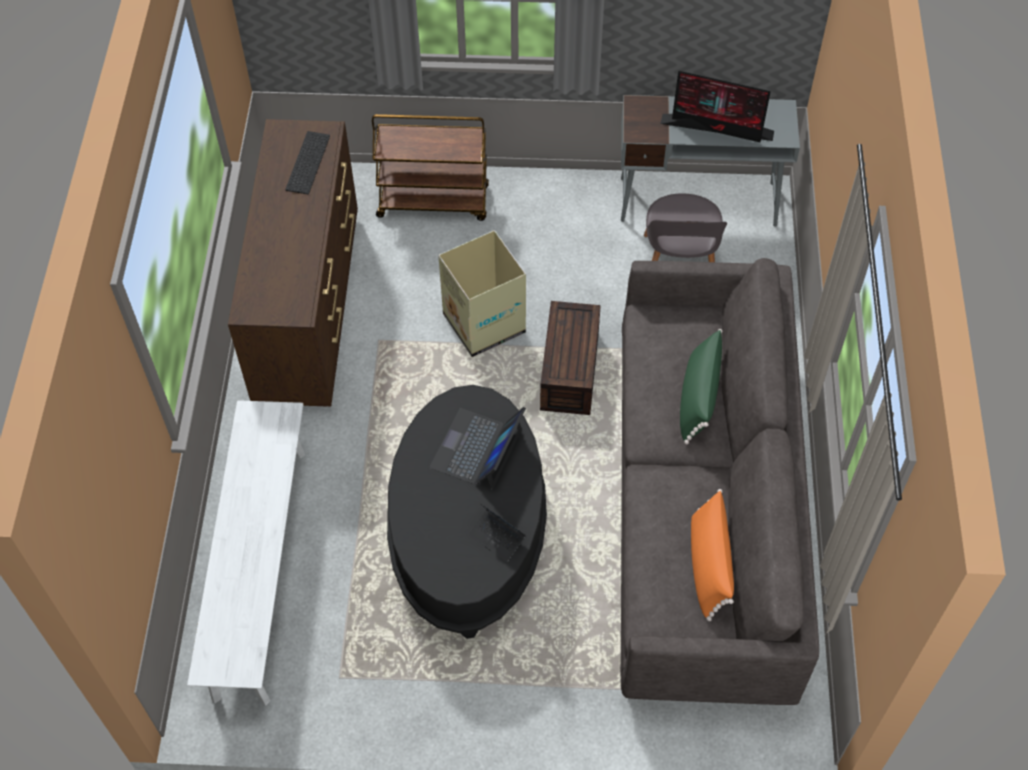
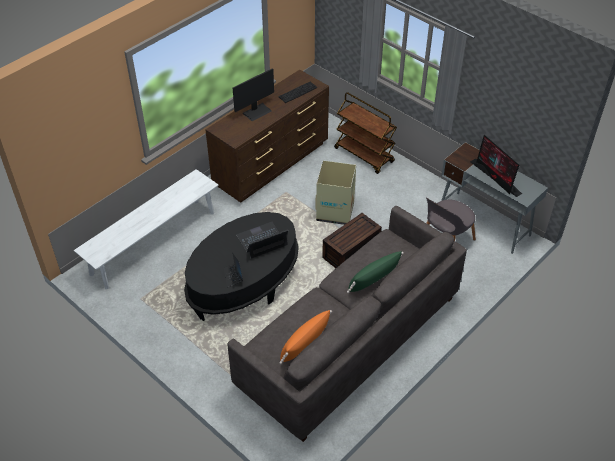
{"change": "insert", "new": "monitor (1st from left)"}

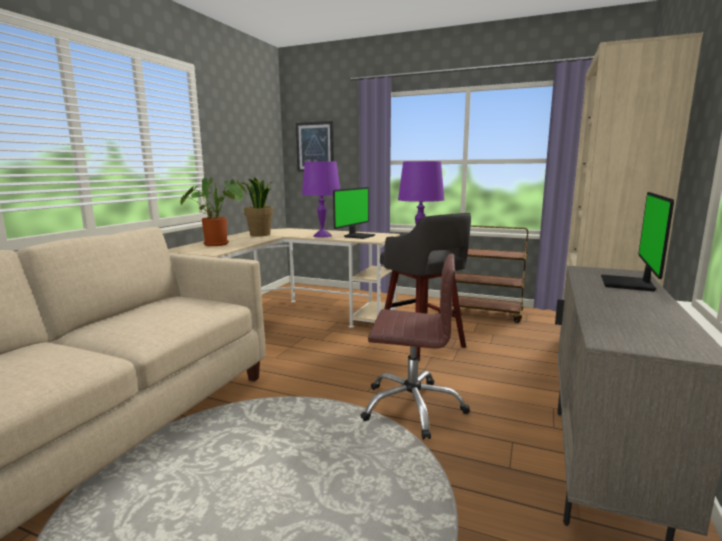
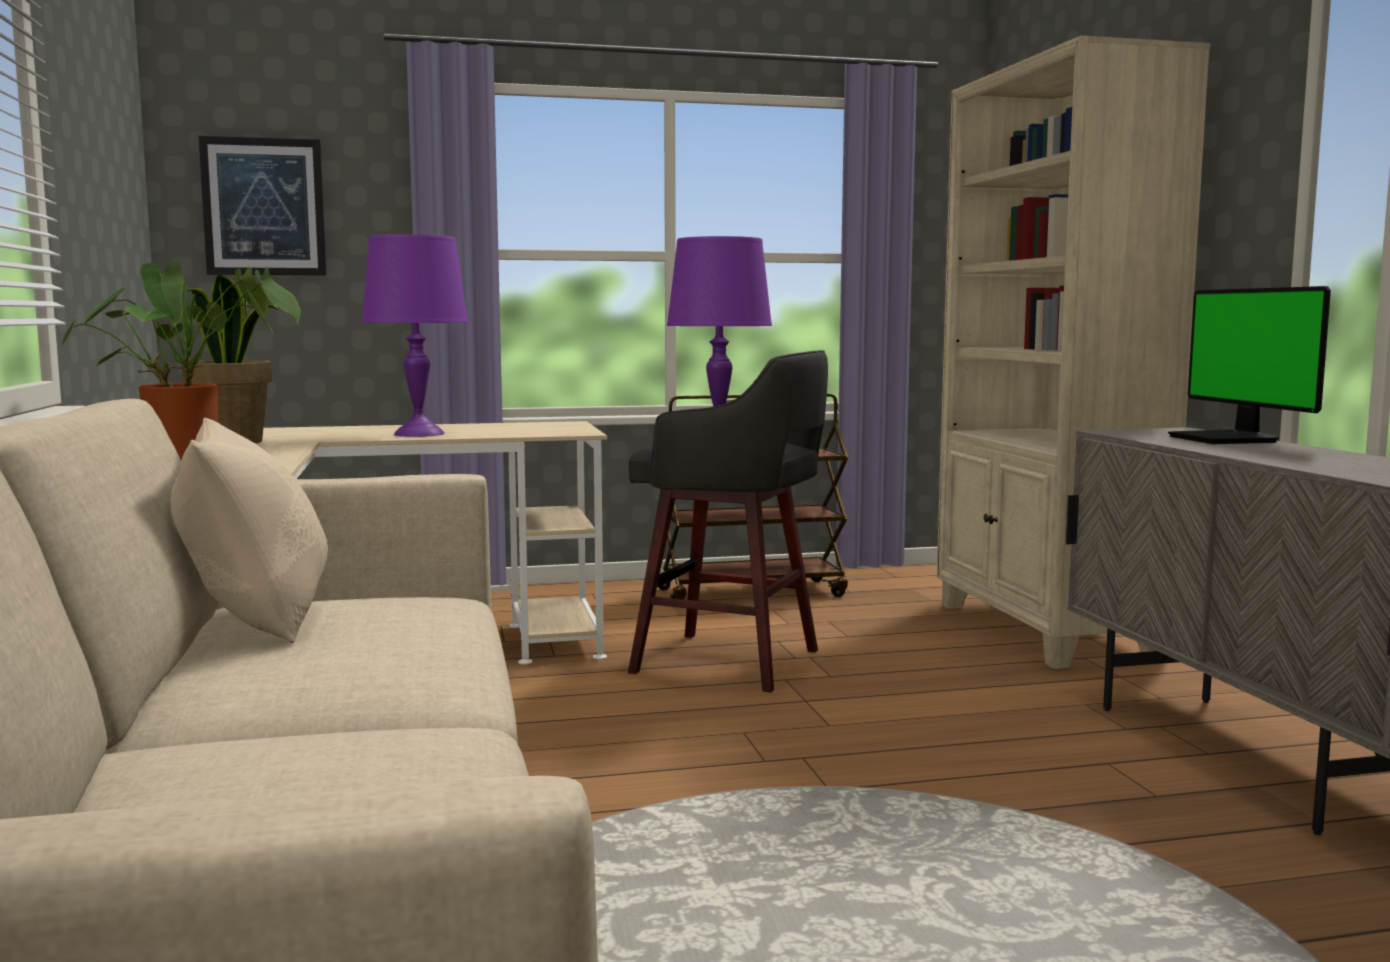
{"change": "delete", "old": "monitor (1st from left)"}
{"change": "delete", "old": "silla de oficina [marrón]"}
{"change": "insert", "new": "cojín [beis]"}

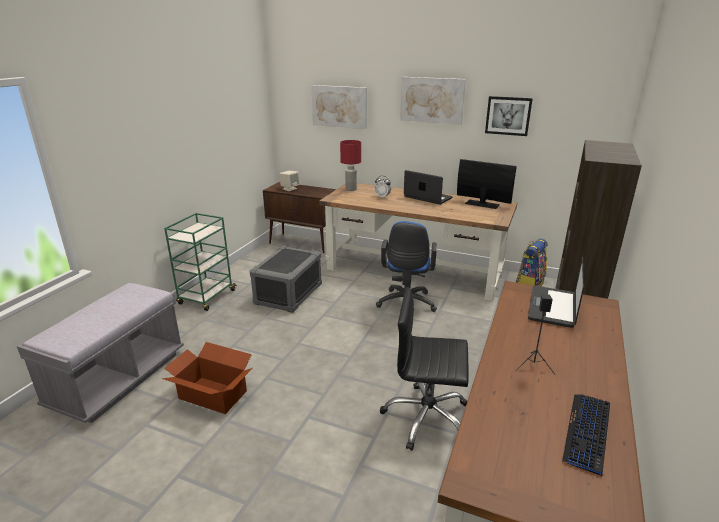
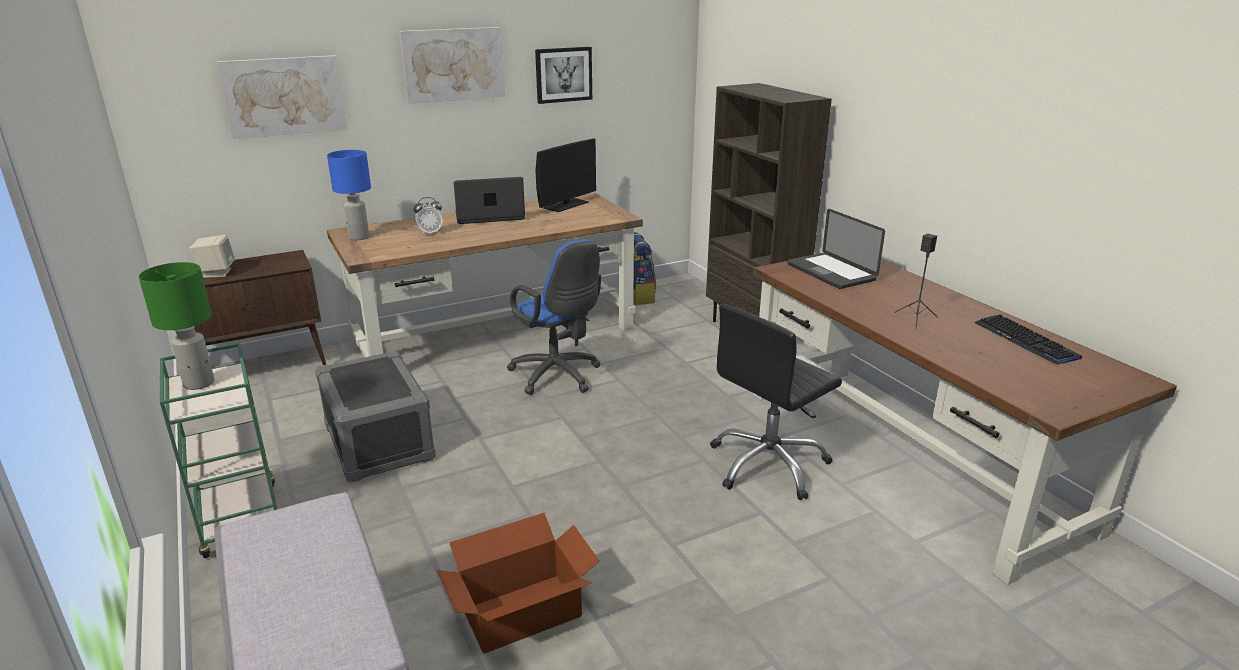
{"change": "recolor", "old": "lámpara de mesa [rojo]", "new": "lámpara de mesa [azul]"}
{"change": "rotate", "old": "monitor", "degrees": 150}
{"change": "insert", "new": "lámpara de mesa [verde]"}

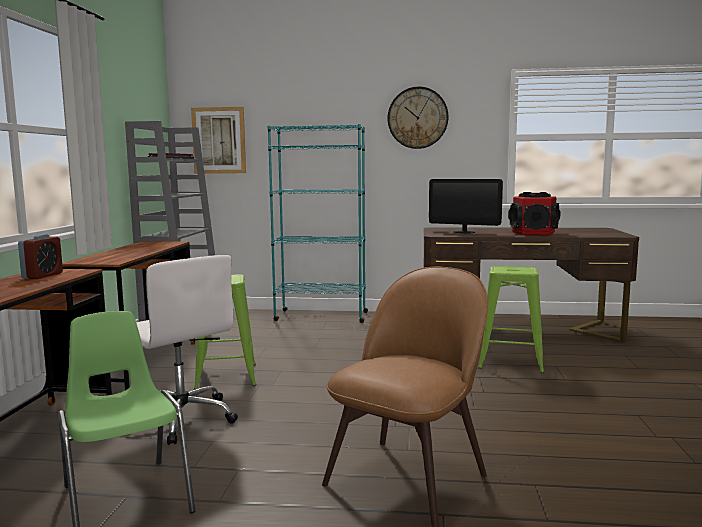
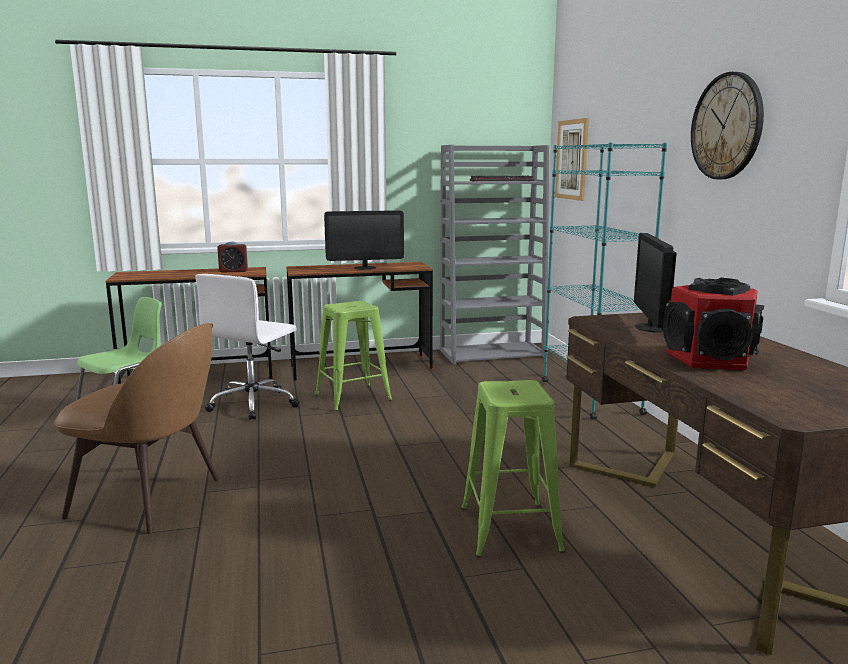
{"change": "insert", "new": "monitor (1st from left)"}

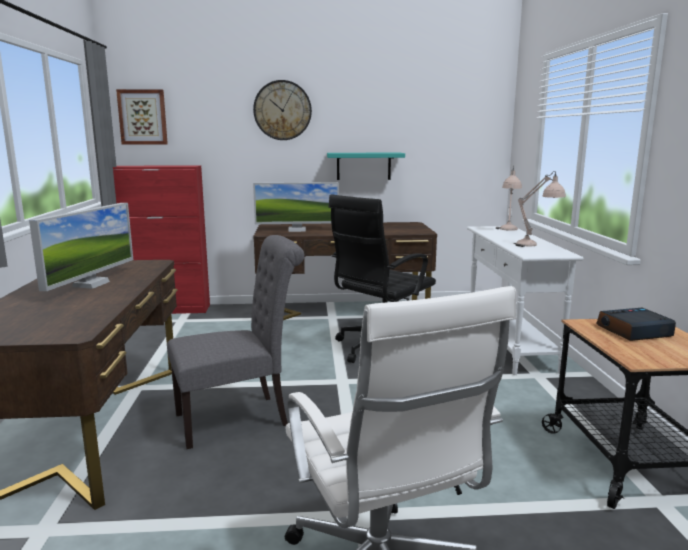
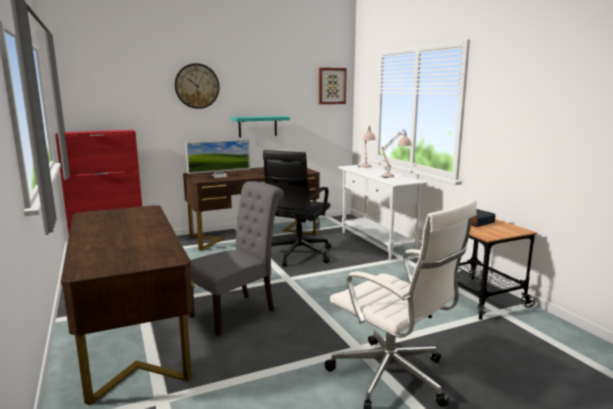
{"change": "delete", "old": "monitor (1st from left)"}
{"change": "move", "old": "cuadro"}

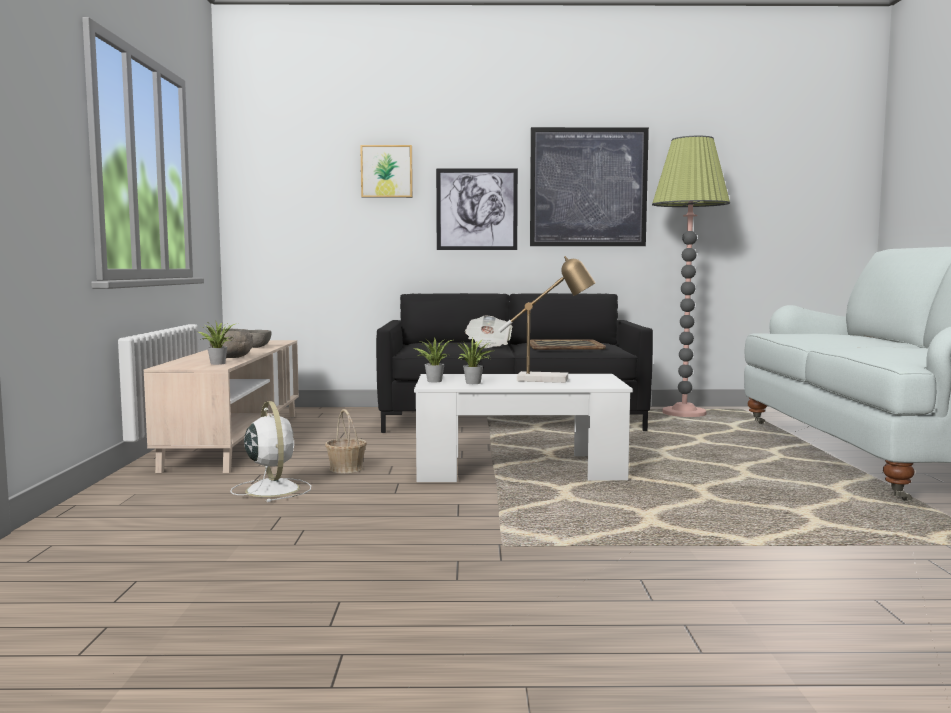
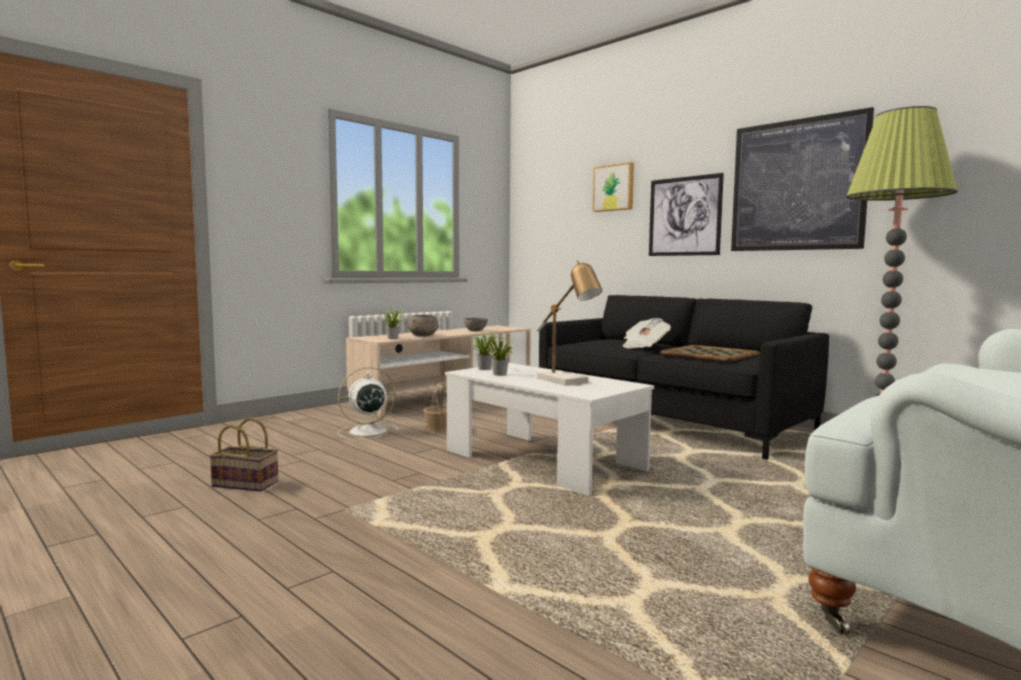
{"change": "rotate", "old": "ventilador [blanco]", "degrees": -135}
{"change": "insert", "new": "cesta (1st from left)"}

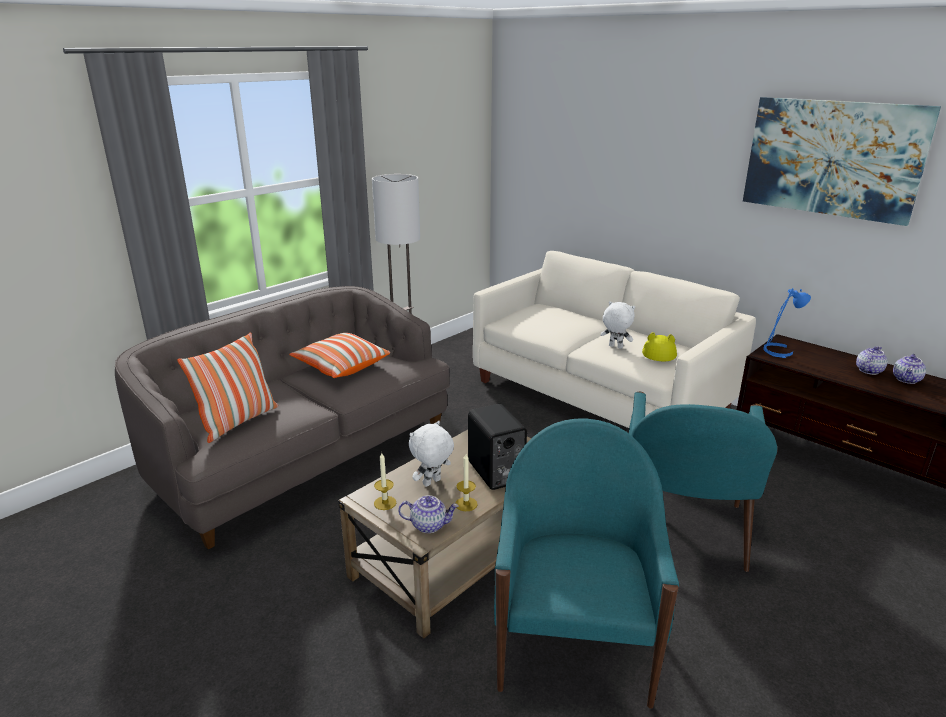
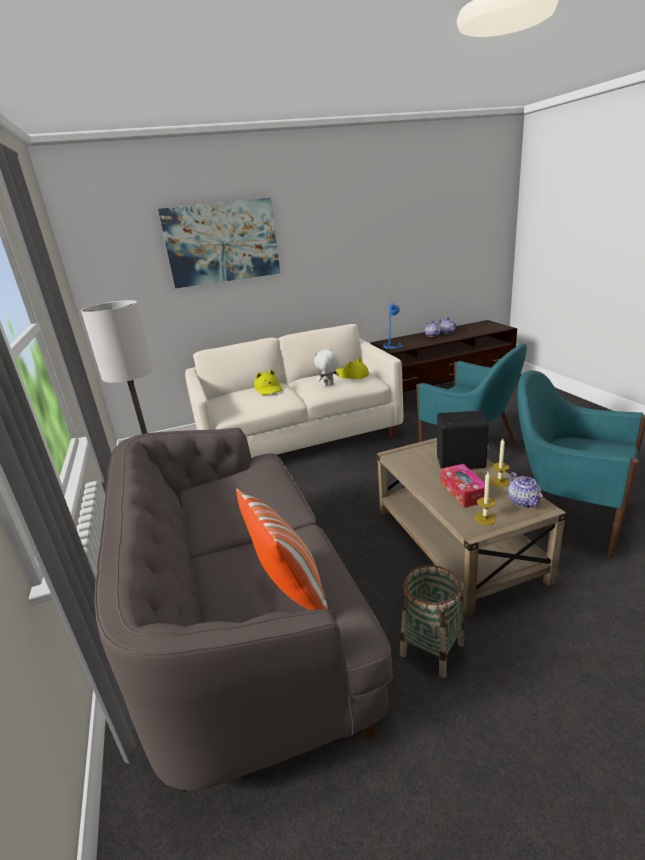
{"change": "delete", "old": "cojín (2nd from left)"}
{"change": "rotate", "old": "tetera (1st from left in the first image)", "degrees": 135}
{"change": "replace", "old": "peluche [blanco] (1st from left)", "new": "caja de pañuelos"}
{"change": "move", "old": "cuadro"}
{"change": "insert", "new": "sombrero [amarillo] (1st from left)"}
{"change": "insert", "new": "cesta"}

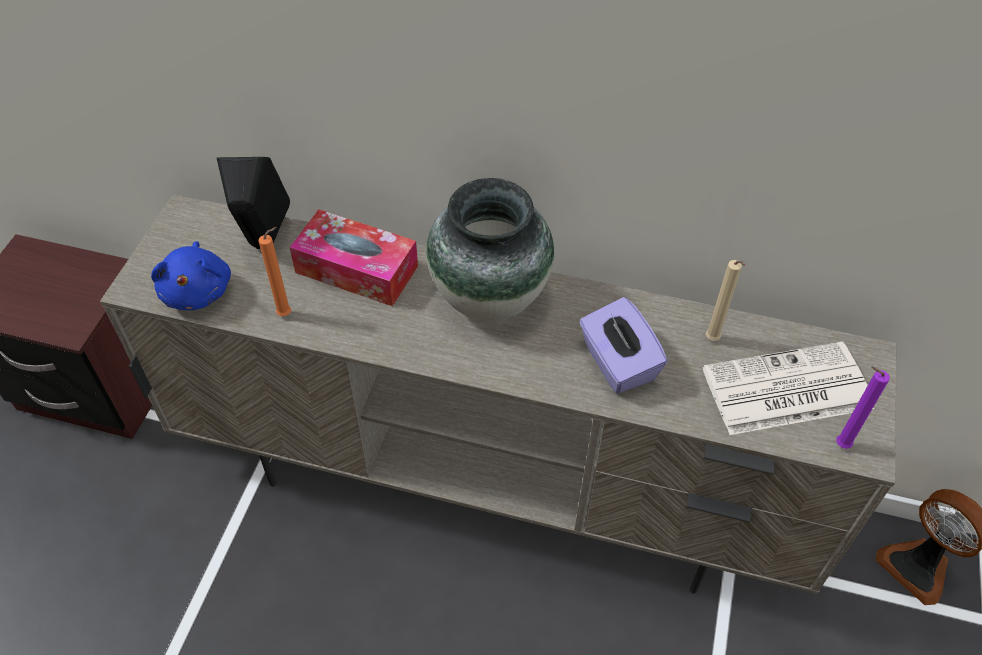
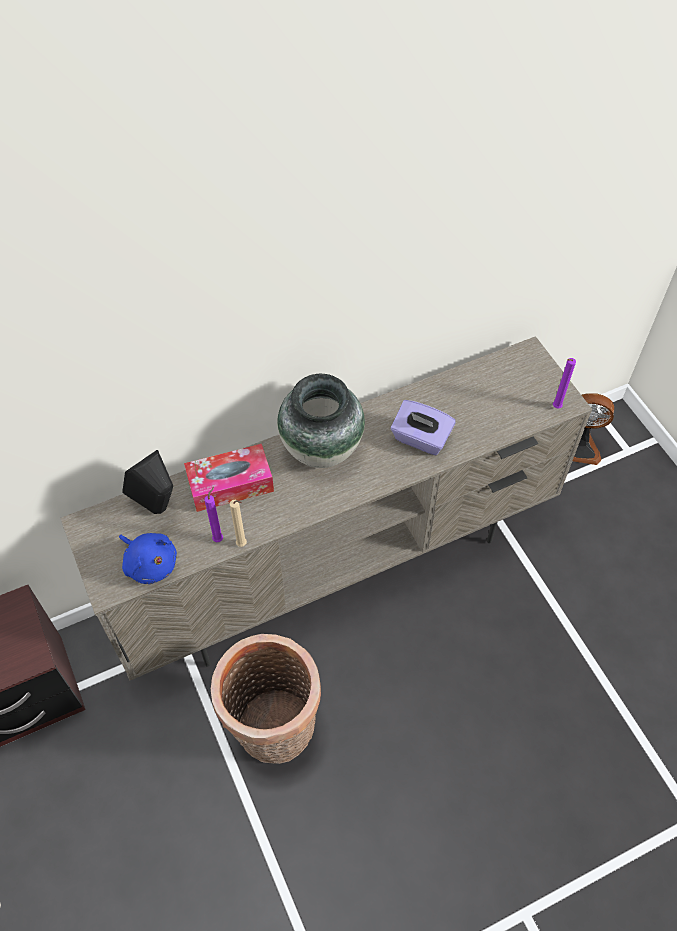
{"change": "recolor", "old": "vela [naranja]", "new": "vela [morado] (1st from left)"}
{"change": "delete", "old": "periódico"}
{"change": "move", "old": "vela [beis]"}
{"change": "insert", "new": "cesta"}

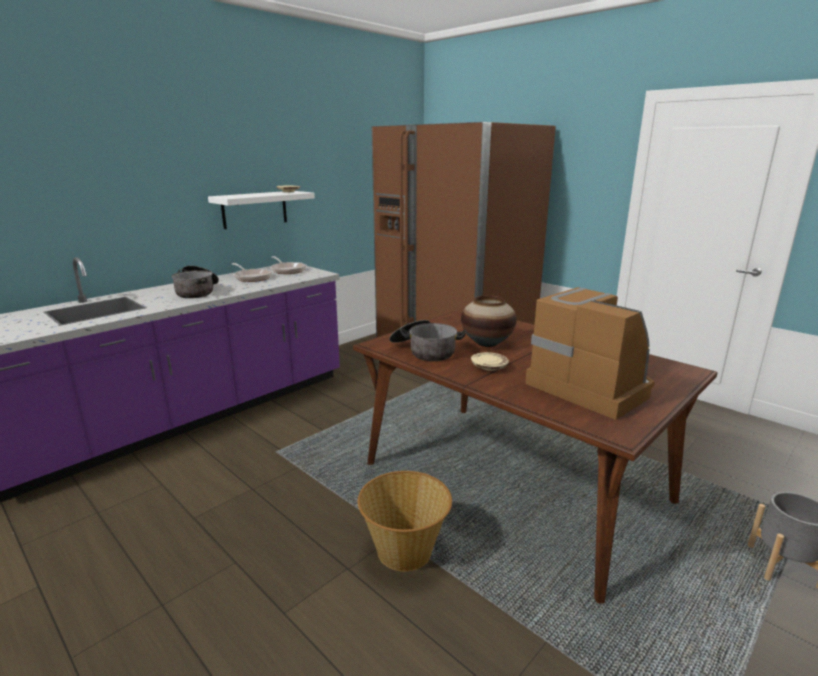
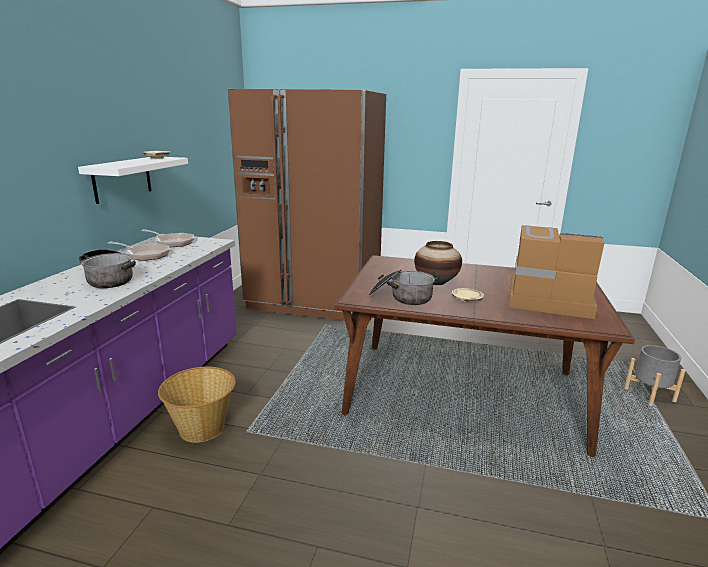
{"change": "move", "old": "cesta"}

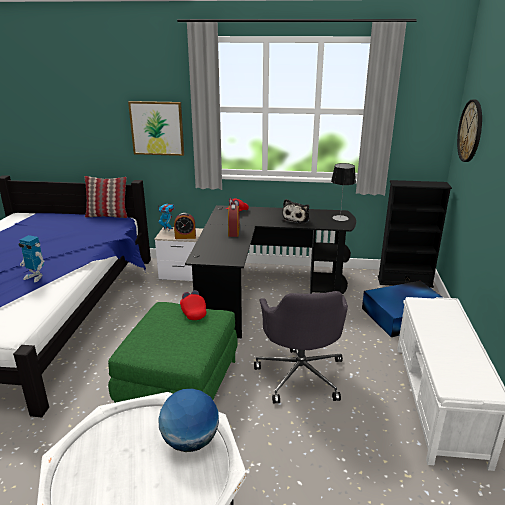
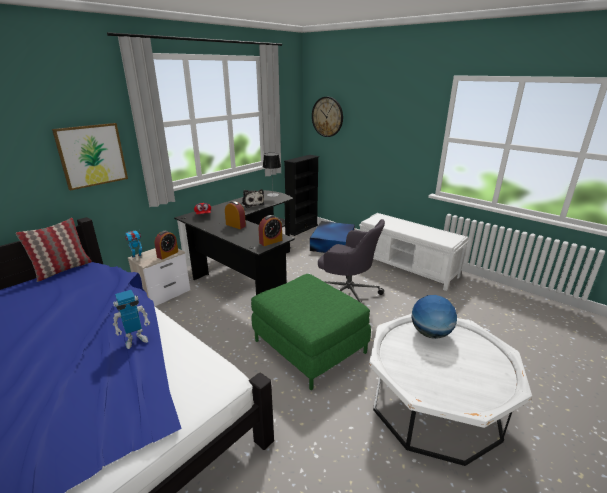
{"change": "delete", "old": "gorra [rojo] (1st from left)"}
{"change": "insert", "new": "despertador (3rd from left)"}

